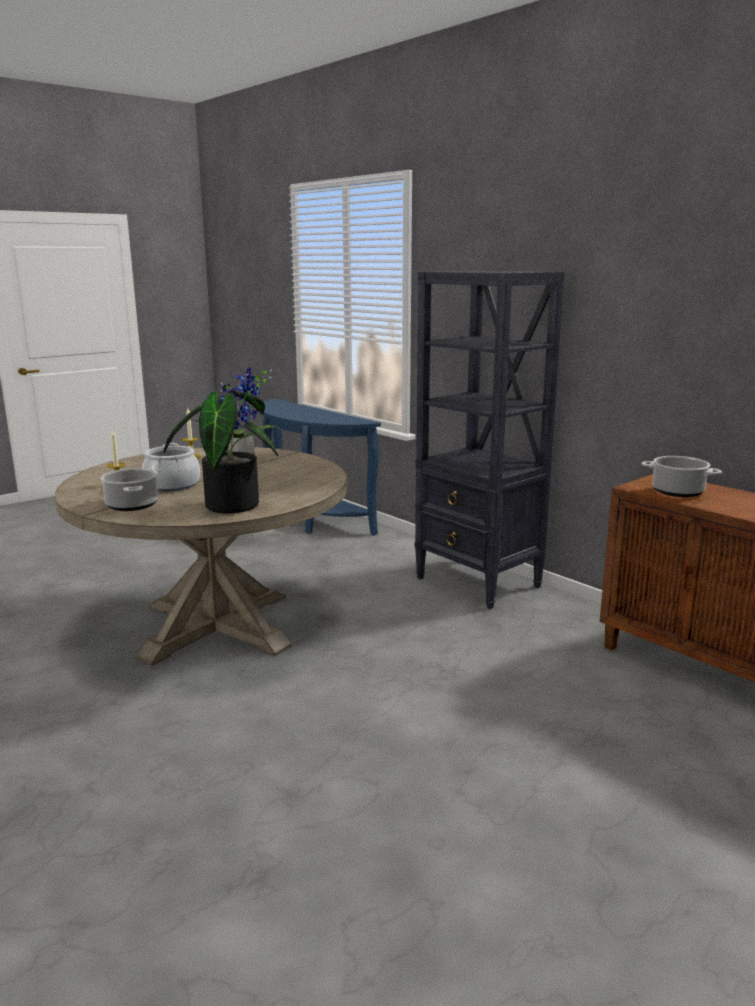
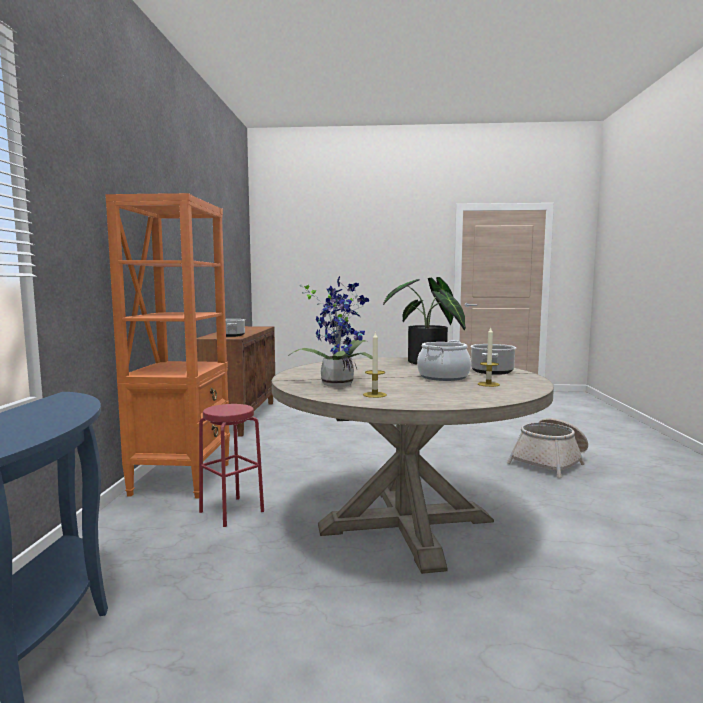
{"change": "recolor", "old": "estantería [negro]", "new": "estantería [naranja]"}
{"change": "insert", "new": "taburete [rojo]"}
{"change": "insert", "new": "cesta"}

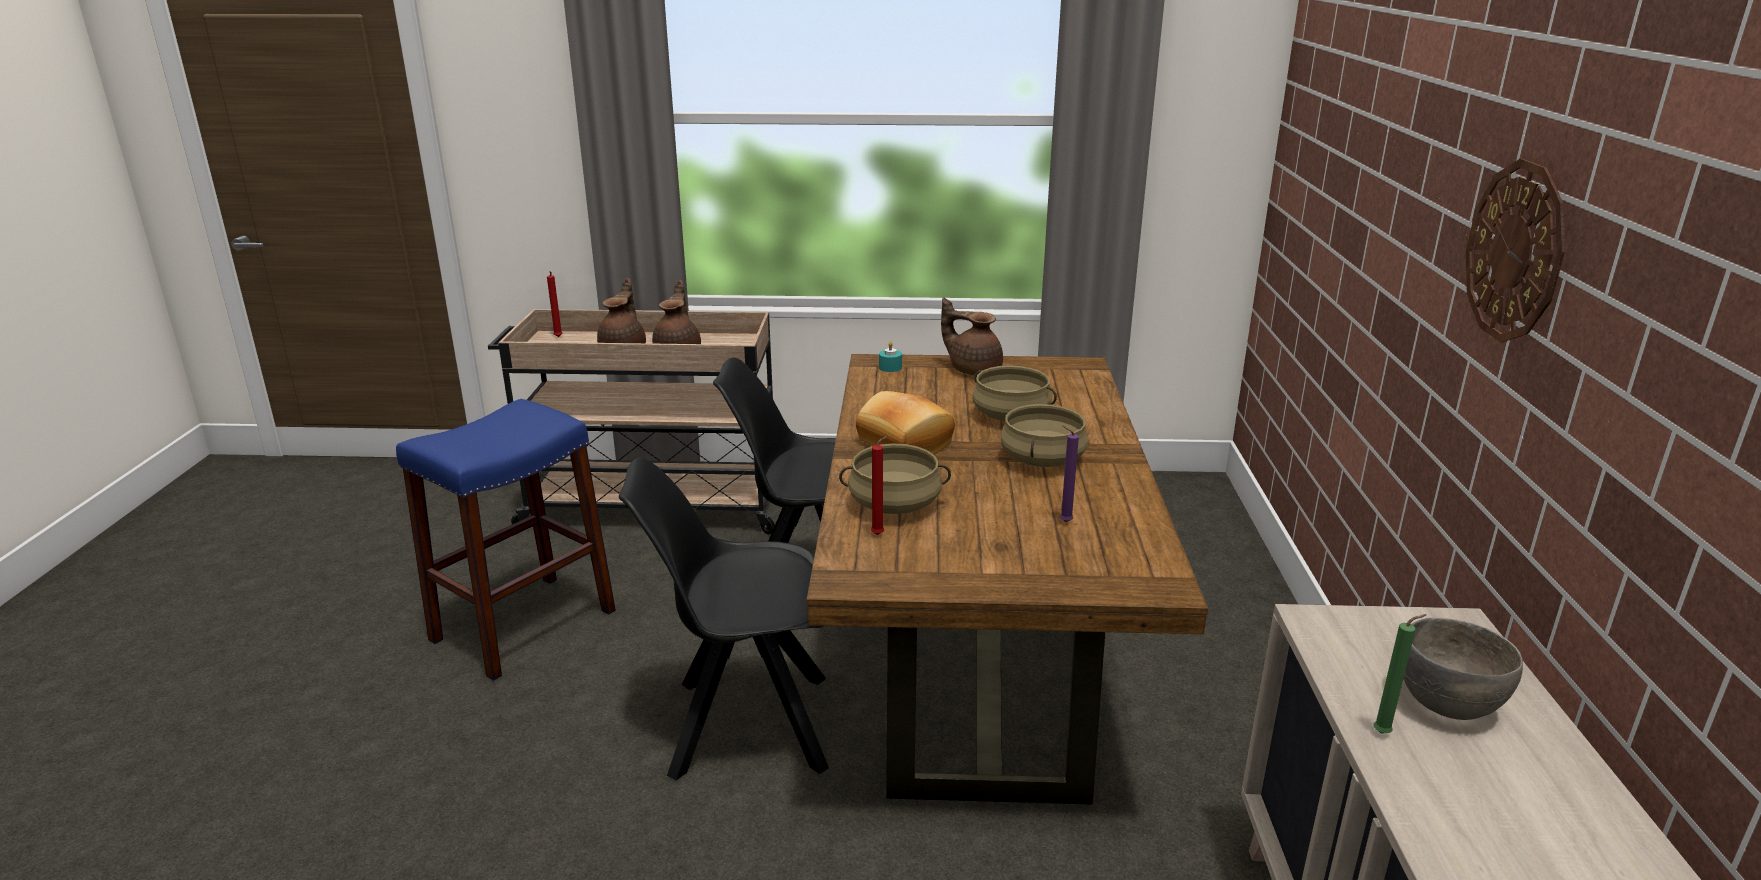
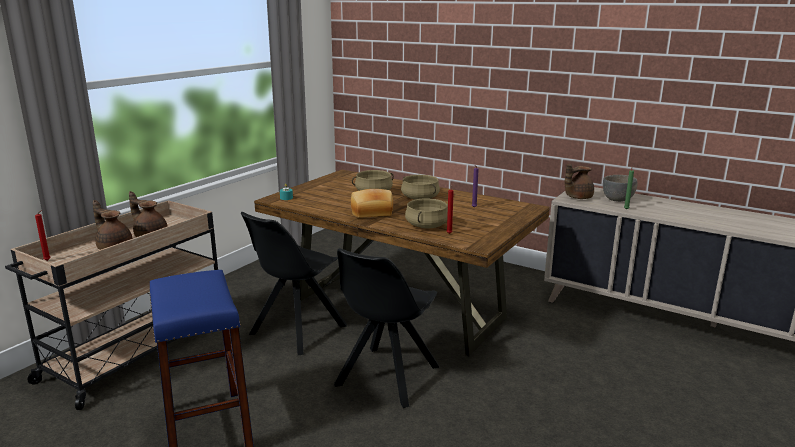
{"change": "move", "old": "tetera [marrón] (3rd from left)"}
{"change": "delete", "old": "reloj de pared"}

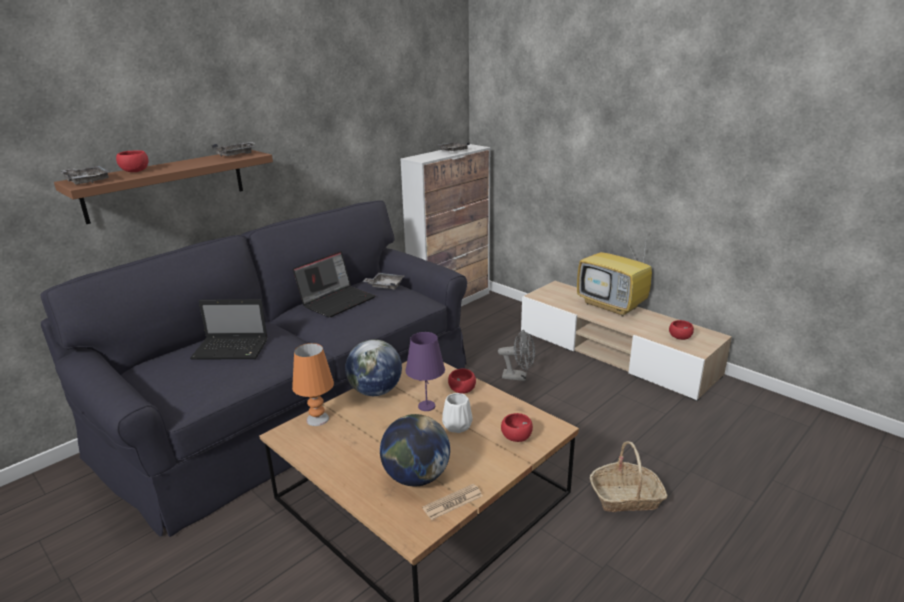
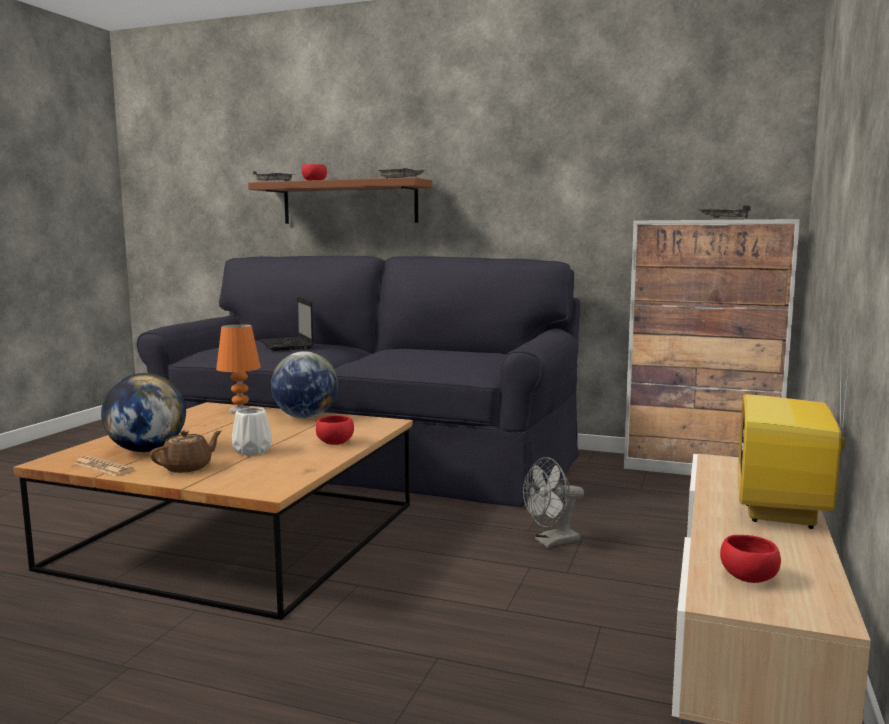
{"change": "delete", "old": "portátil (2nd from left)"}
{"change": "delete", "old": "bandeja [gris] (3rd from left)"}
{"change": "delete", "old": "lámpara de mesa [morado]"}
{"change": "rotate", "old": "ventilador [gris]", "degrees": 75}
{"change": "delete", "old": "cuenco [rojo] (3rd from left)"}
{"change": "delete", "old": "cesta"}
{"change": "insert", "new": "tetera [marrón]"}

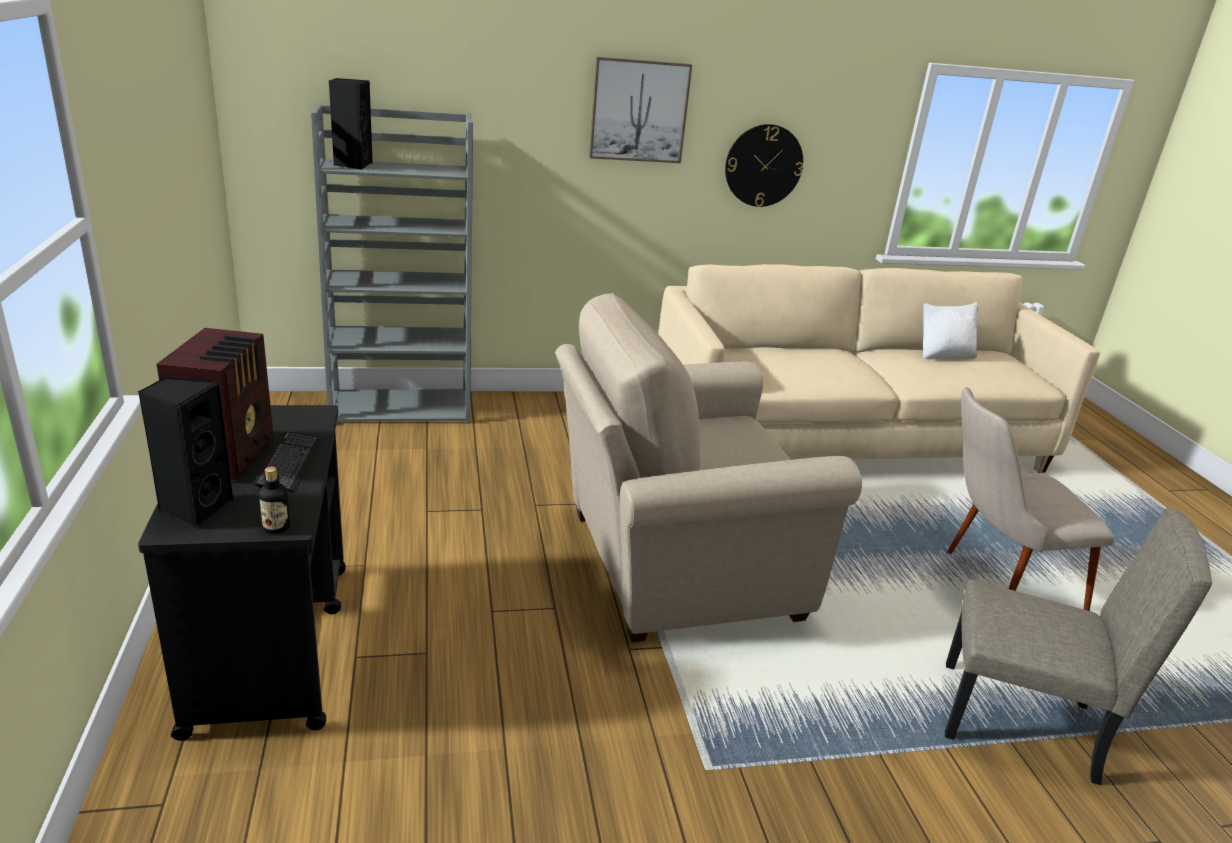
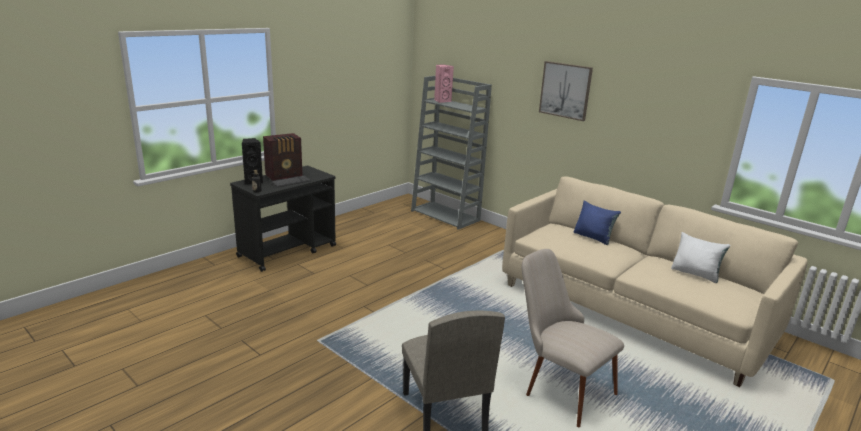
{"change": "recolor", "old": "altavoz [negro] (2nd from left)", "new": "altavoz [rosa]"}
{"change": "delete", "old": "sillón [beis]"}
{"change": "delete", "old": "reloj de pared"}
{"change": "insert", "new": "cojín [azul]"}

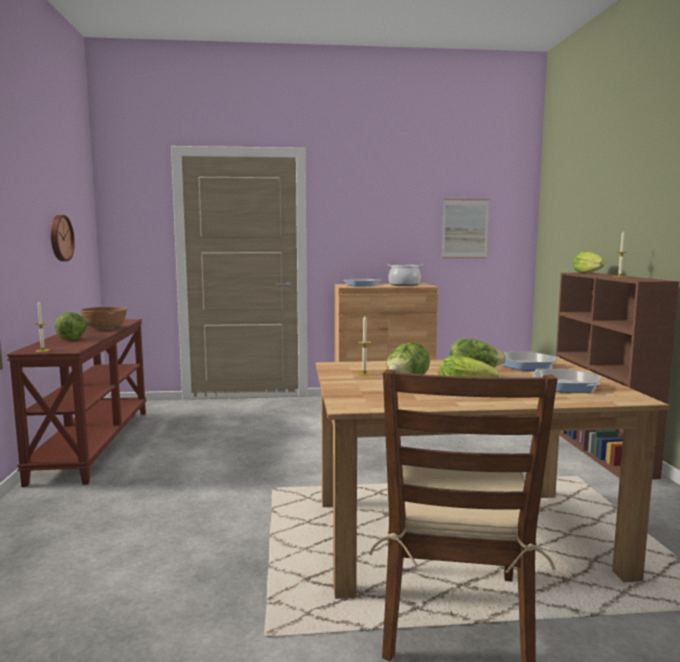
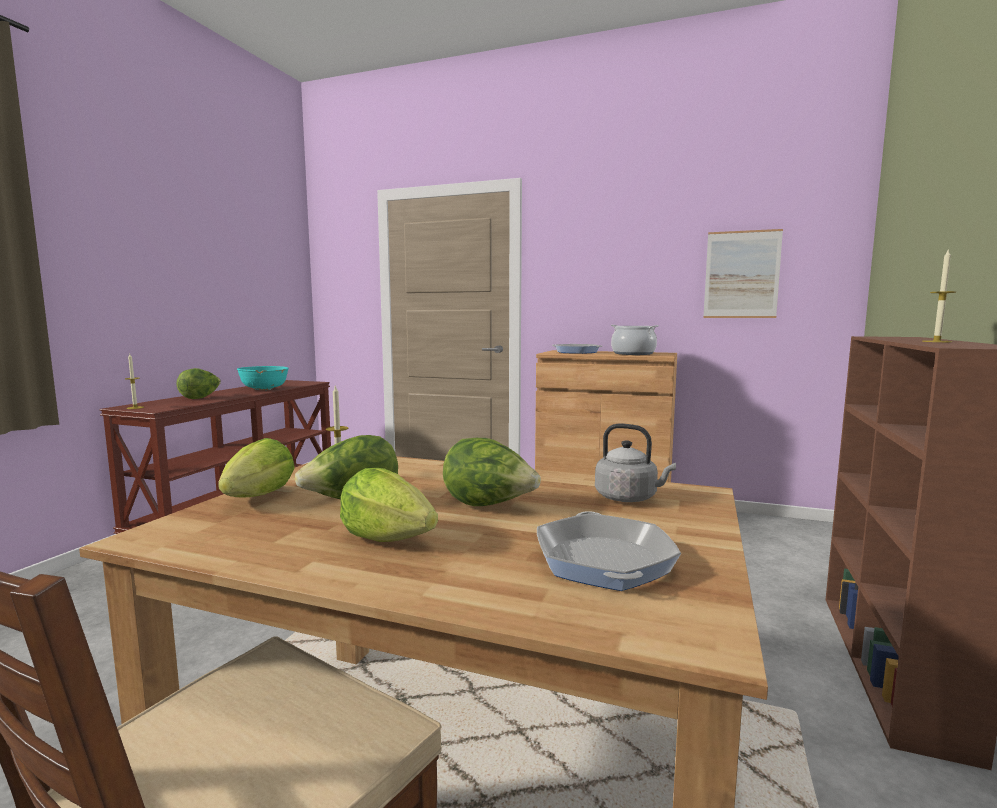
{"change": "delete", "old": "reloj de pared"}
{"change": "recolor", "old": "cuenco [marrón]", "new": "cuenco [turquesa]"}
{"change": "replace", "old": "sartén (2nd from left)", "new": "hervidor [gris]"}
{"change": "move", "old": "lechuga (5th from left in the first image)", "new": "lechuga (2nd from left)"}

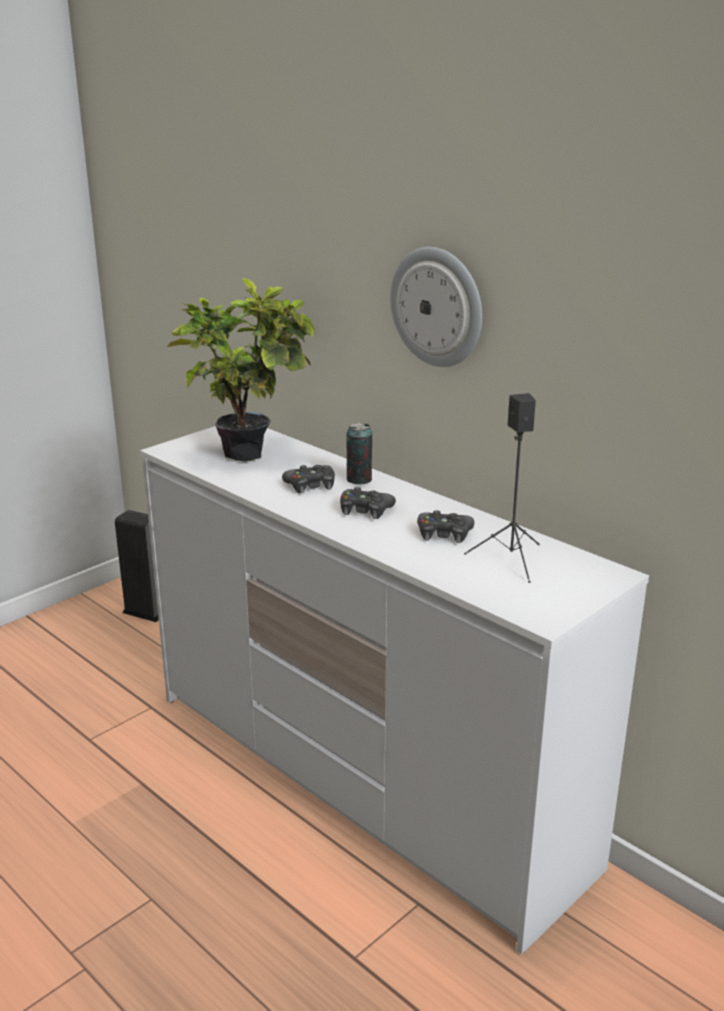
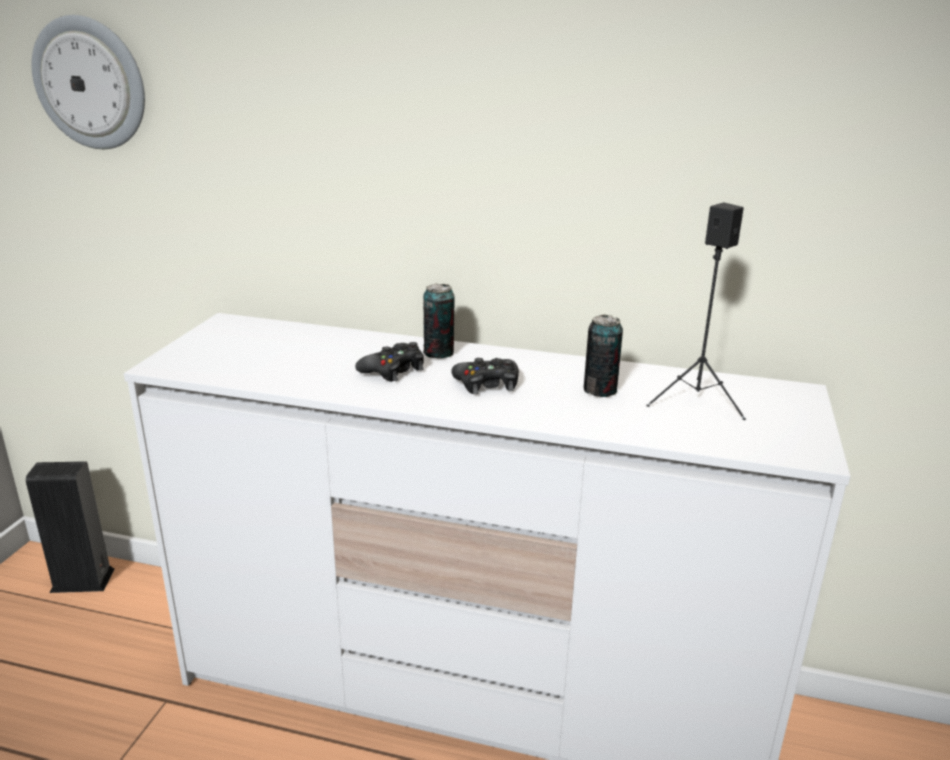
{"change": "delete", "old": "planta en maceta"}
{"change": "move", "old": "reloj de pared"}
{"change": "replace", "old": "mando de consola [negro] (3rd from left)", "new": "lata (2nd from left)"}

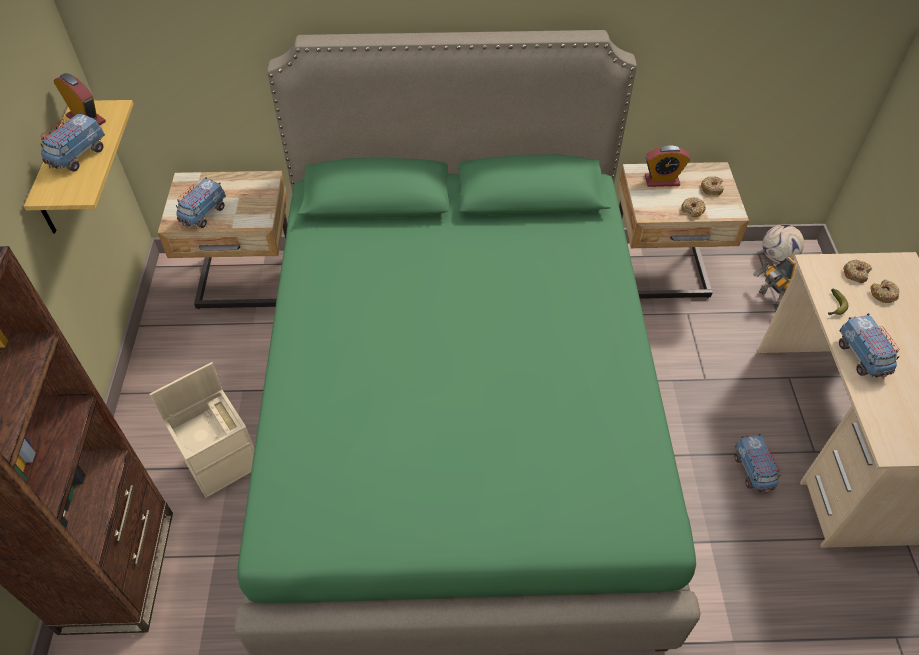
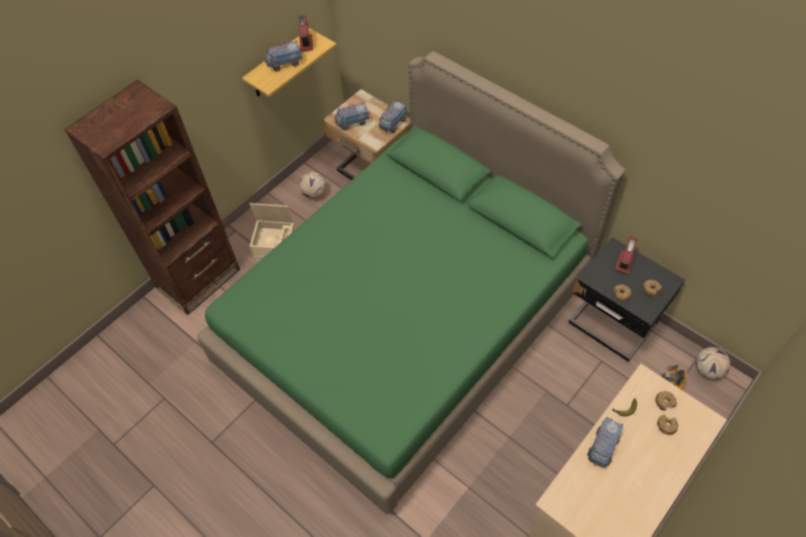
{"change": "recolor", "old": "mesita de noche [beis] (2nd from left)", "new": "mesita de noche [negro]"}
{"change": "rotate", "old": "despertador (2nd from left)", "degrees": 75}
{"change": "move", "old": "camión de juguete (3rd from left)"}
{"change": "insert", "new": "balón de fútbol (1st from left)"}

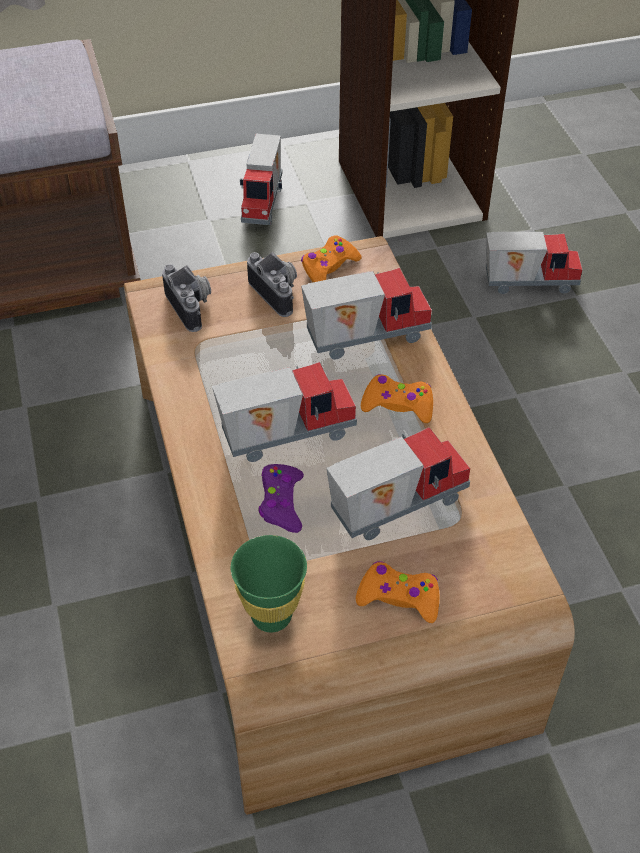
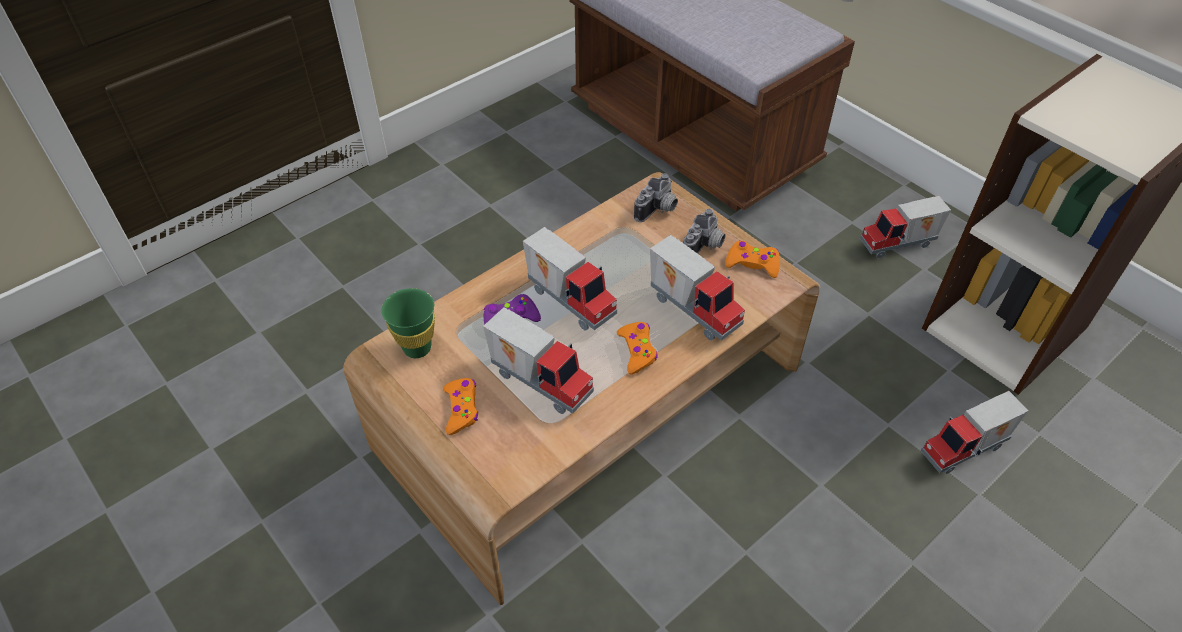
{"change": "rotate", "old": "camión de juguete (5th from left)", "degrees": 90}

